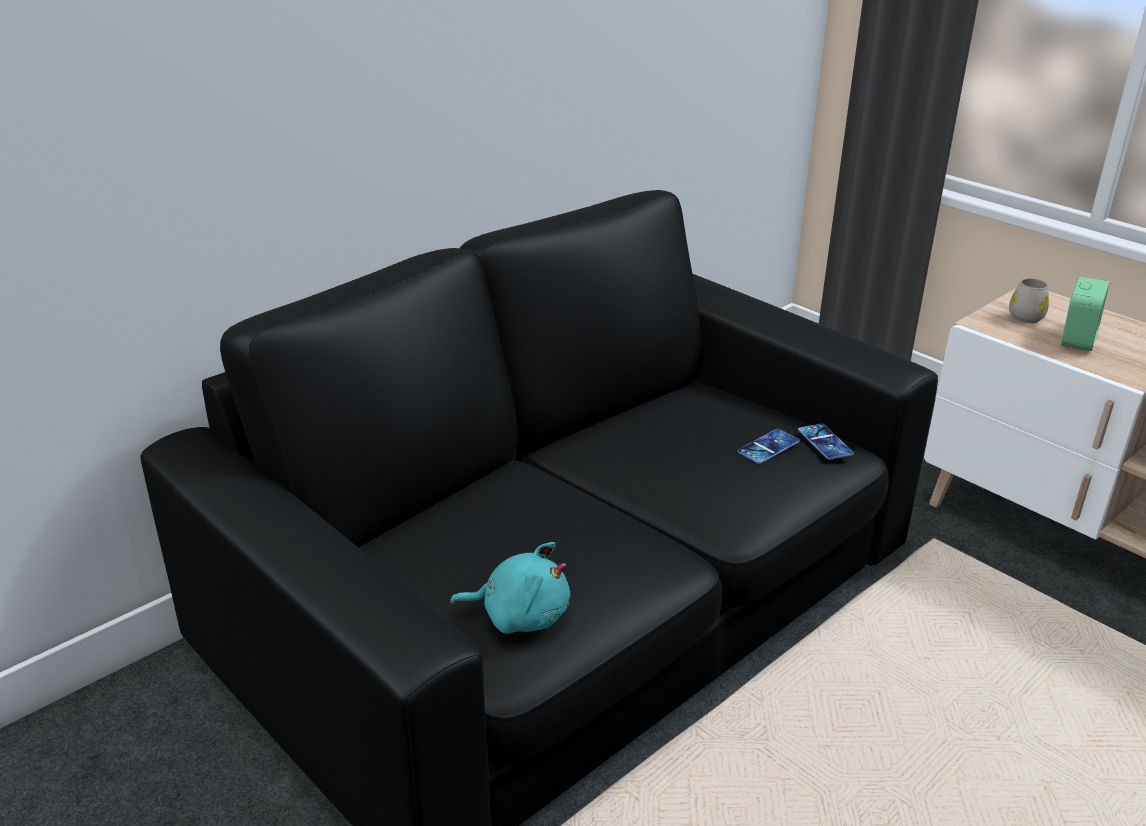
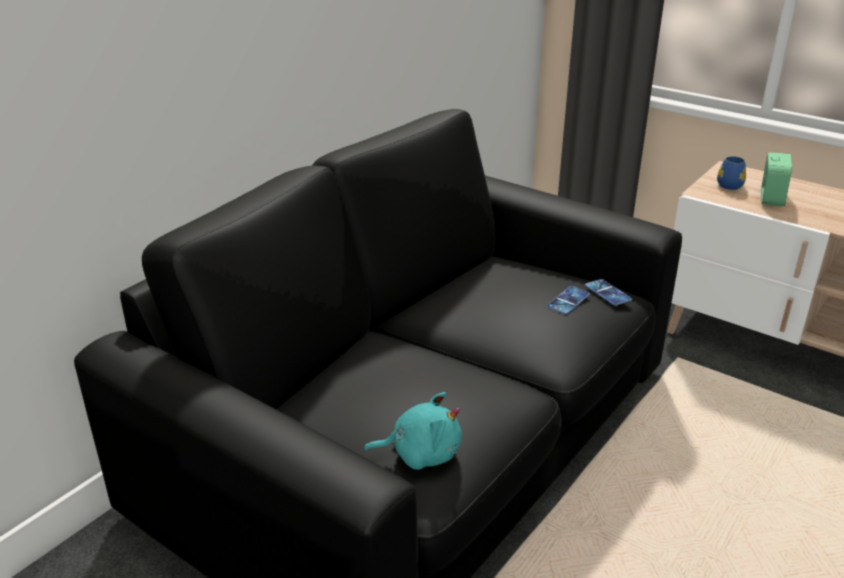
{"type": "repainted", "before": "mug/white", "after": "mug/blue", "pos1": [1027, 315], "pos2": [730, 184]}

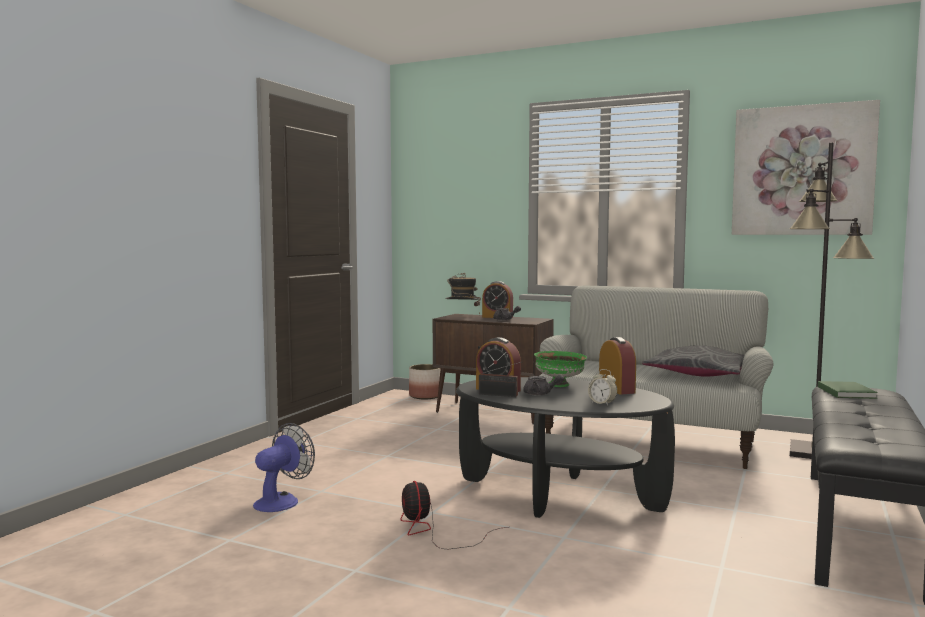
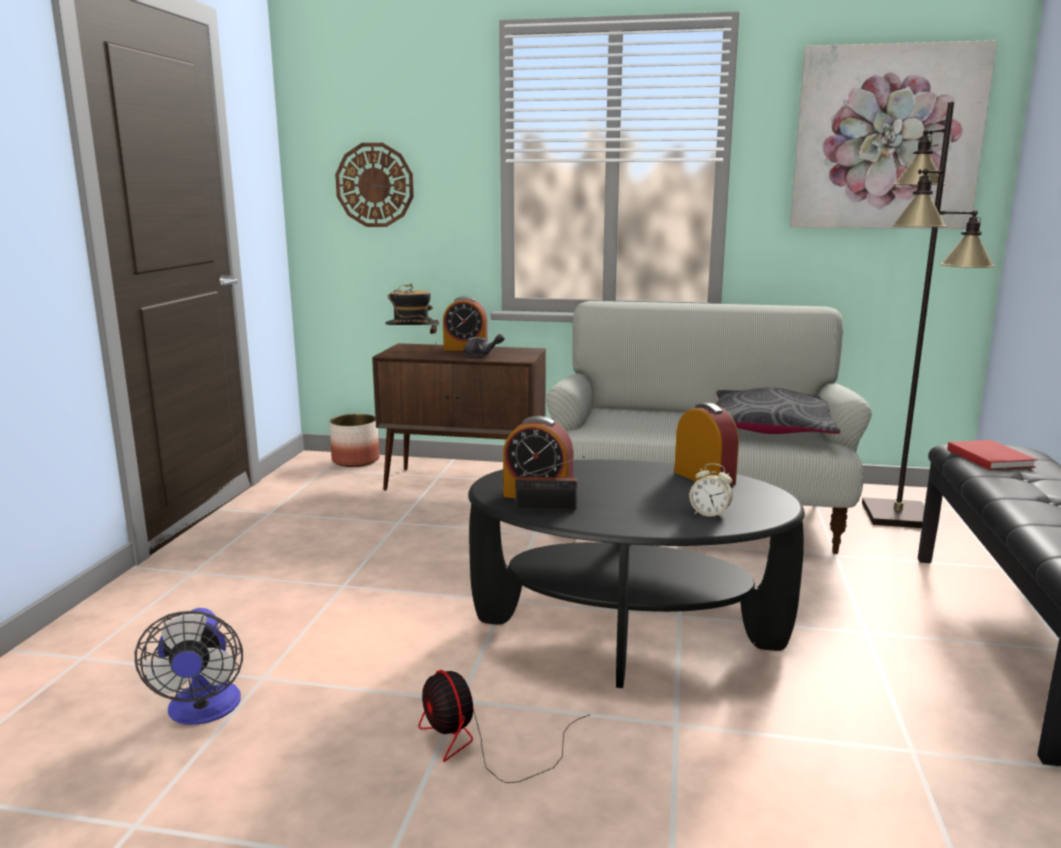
{"type": "gone", "before": "teapot/grey", "pos1": [541, 394]}
{"type": "gone", "before": "bowl/green", "pos1": [559, 385]}
{"type": "new", "after": "wall clock", "pos2": [375, 185]}
{"type": "repainted", "before": "book/green", "after": "book/red", "pos1": [846, 392], "pos2": [989, 457]}
{"type": "rotated", "before": "fan", "pos1": [282, 501], "pos2": [203, 711], "turn": 150}

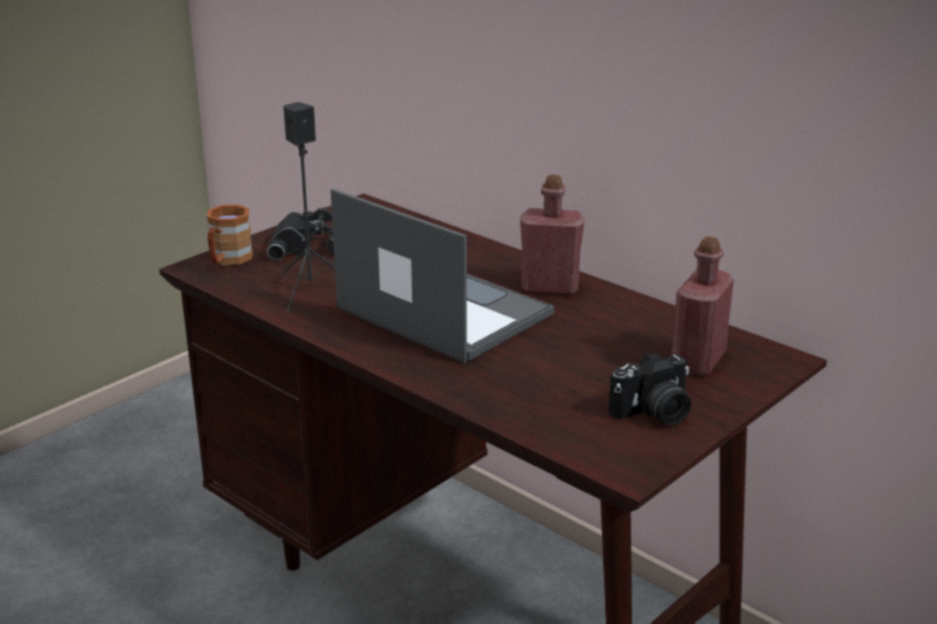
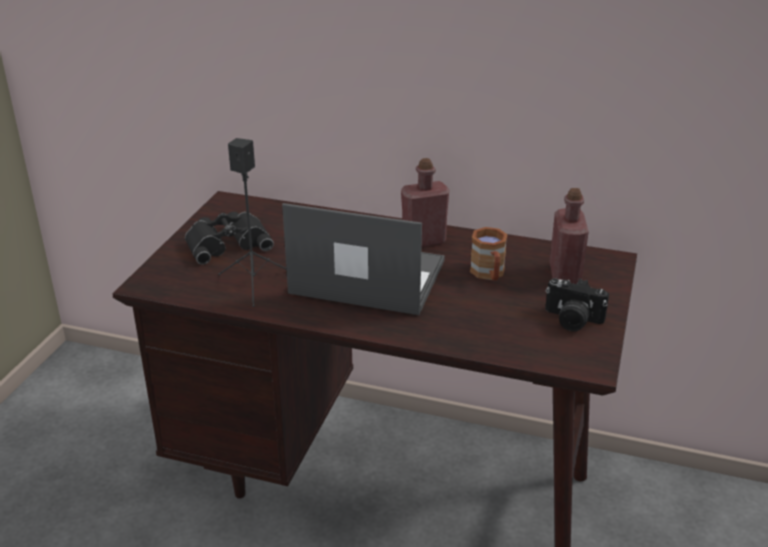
{"type": "shifted", "before": "mug/brown", "pos1": [227, 260], "pos2": [489, 274]}
{"type": "rotated", "before": "photo camera", "pos1": [654, 413], "pos2": [572, 320], "turn": 75}

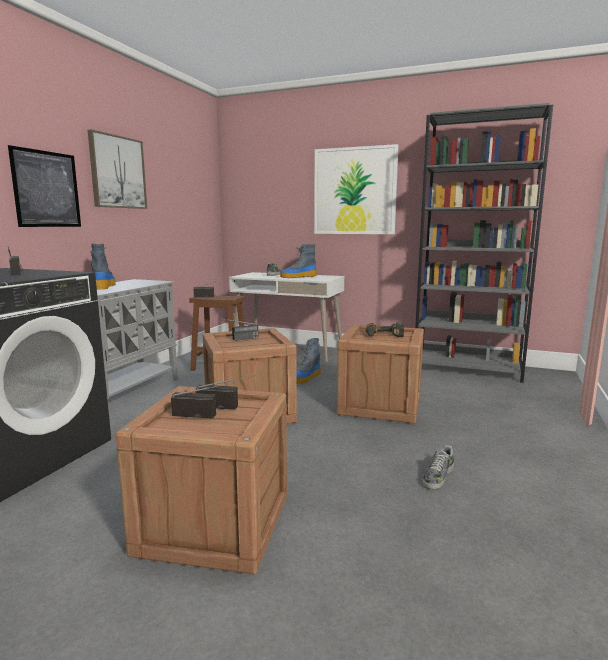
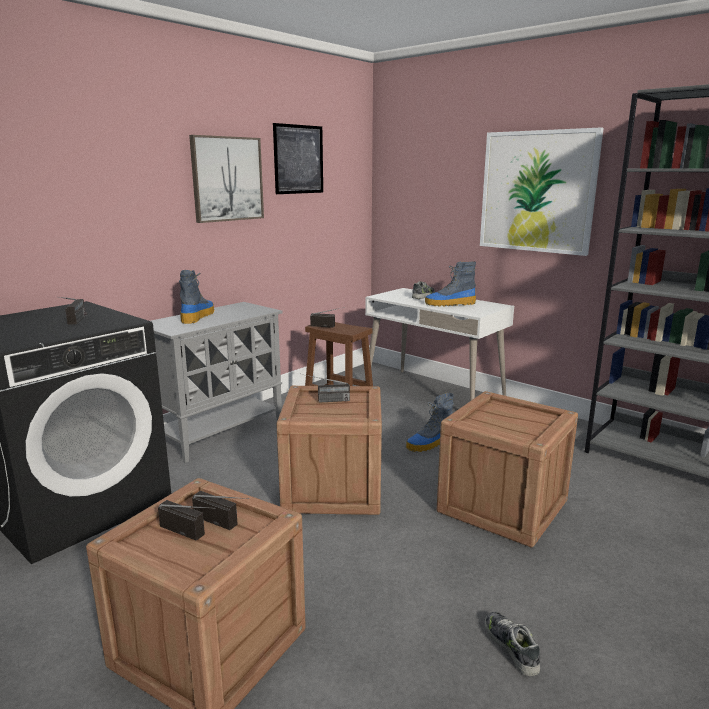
{"type": "gone", "before": "power drill", "pos1": [384, 336]}
{"type": "shifted", "before": "picture", "pos1": [46, 189], "pos2": [298, 159]}
{"type": "rotated", "before": "shoe", "pos1": [437, 476], "pos2": [511, 647], "turn": 105}

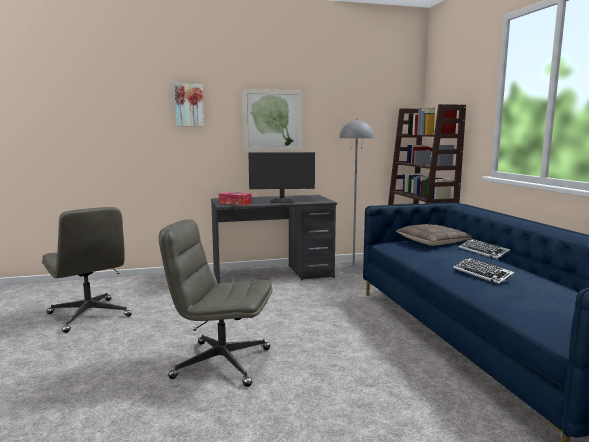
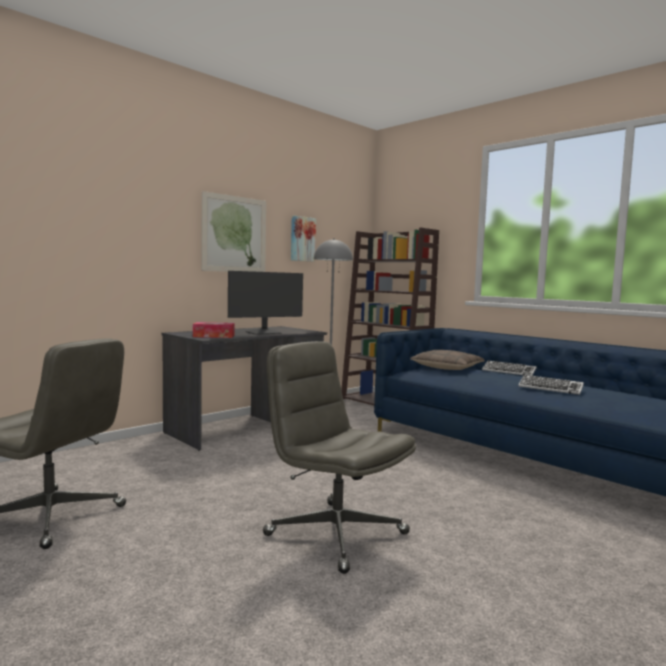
{"type": "shifted", "before": "picture", "pos1": [189, 105], "pos2": [302, 239]}
{"type": "rotated", "before": "office chair/grey", "pos1": [221, 363], "pos2": [335, 534], "turn": 60}

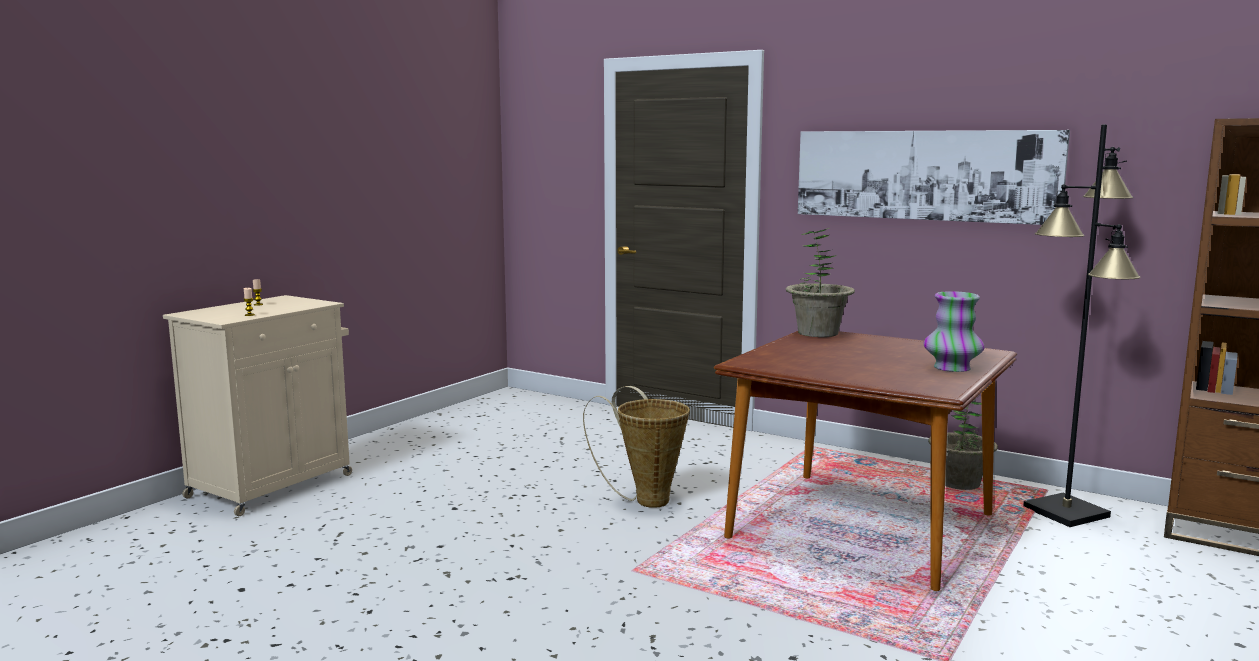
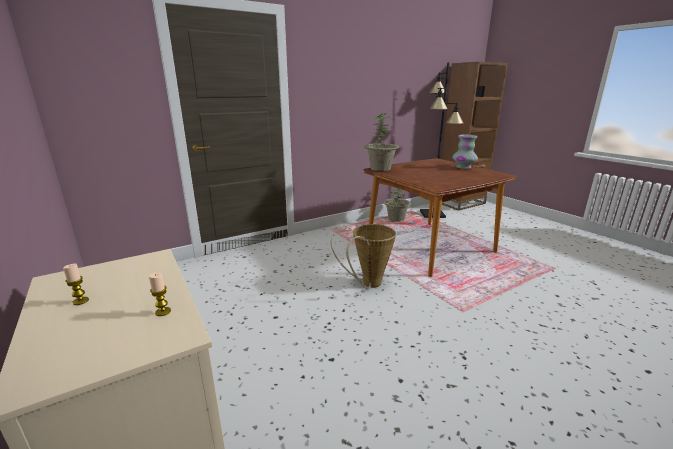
{"type": "gone", "before": "picture", "pos1": [923, 175]}

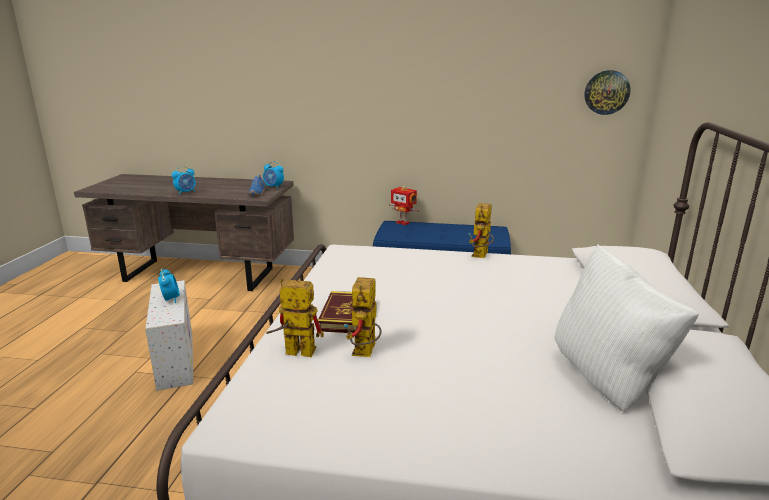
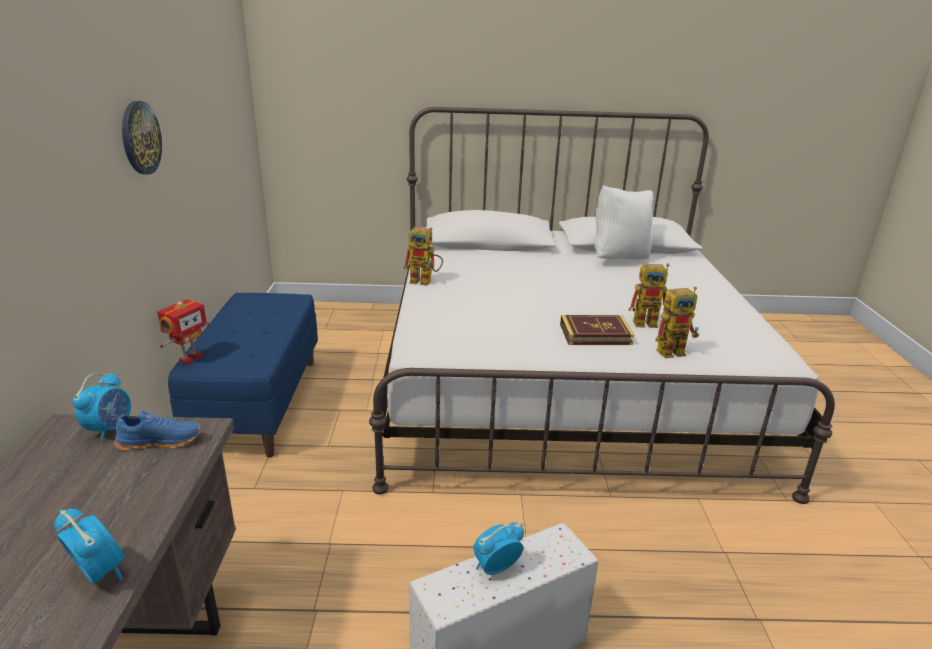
{"type": "shifted", "before": "wall clock", "pos1": [606, 92], "pos2": [140, 138]}
{"type": "rotated", "before": "toy robot", "pos1": [293, 352], "pos2": [675, 351], "turn": -105}

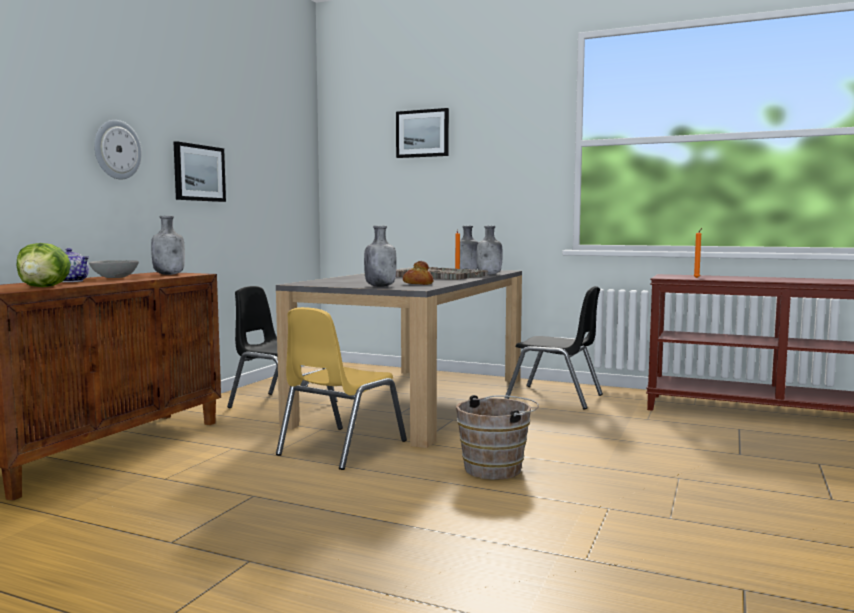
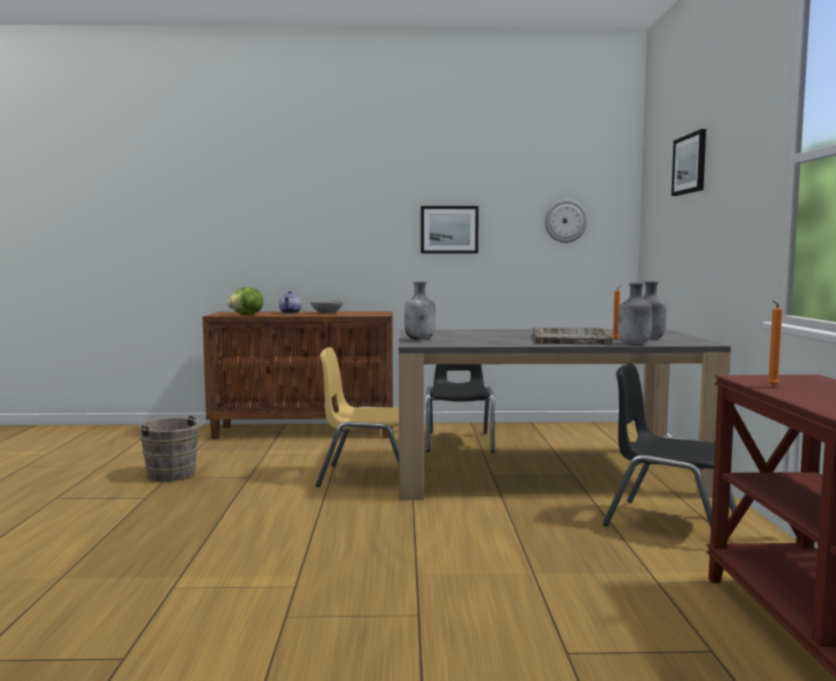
{"type": "gone", "before": "bottle/grey", "pos1": [169, 274]}
{"type": "gone", "before": "bread", "pos1": [417, 284]}
{"type": "shifted", "before": "wall clock", "pos1": [117, 149], "pos2": [565, 221]}
{"type": "shifted", "before": "bucket/brown", "pos1": [497, 468], "pos2": [173, 475]}
{"type": "rotated", "before": "chair/black", "pos1": [555, 397], "pos2": [670, 523], "turn": 120}

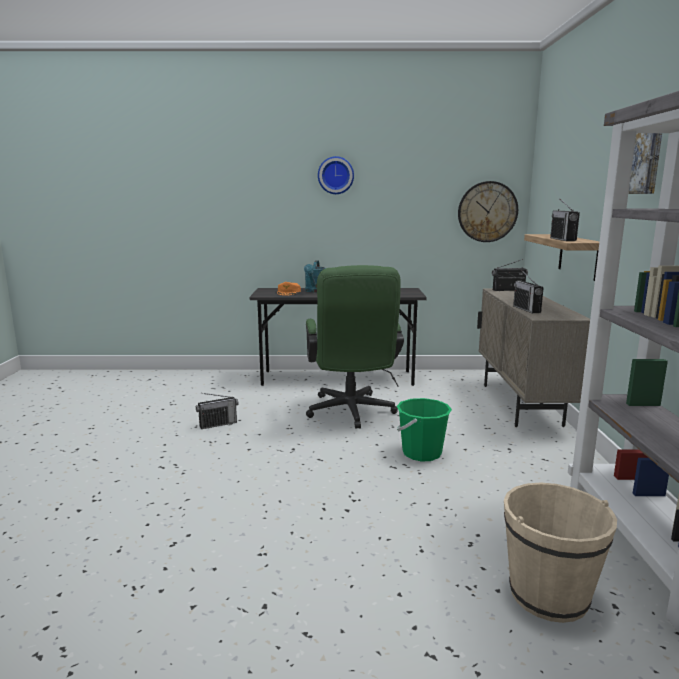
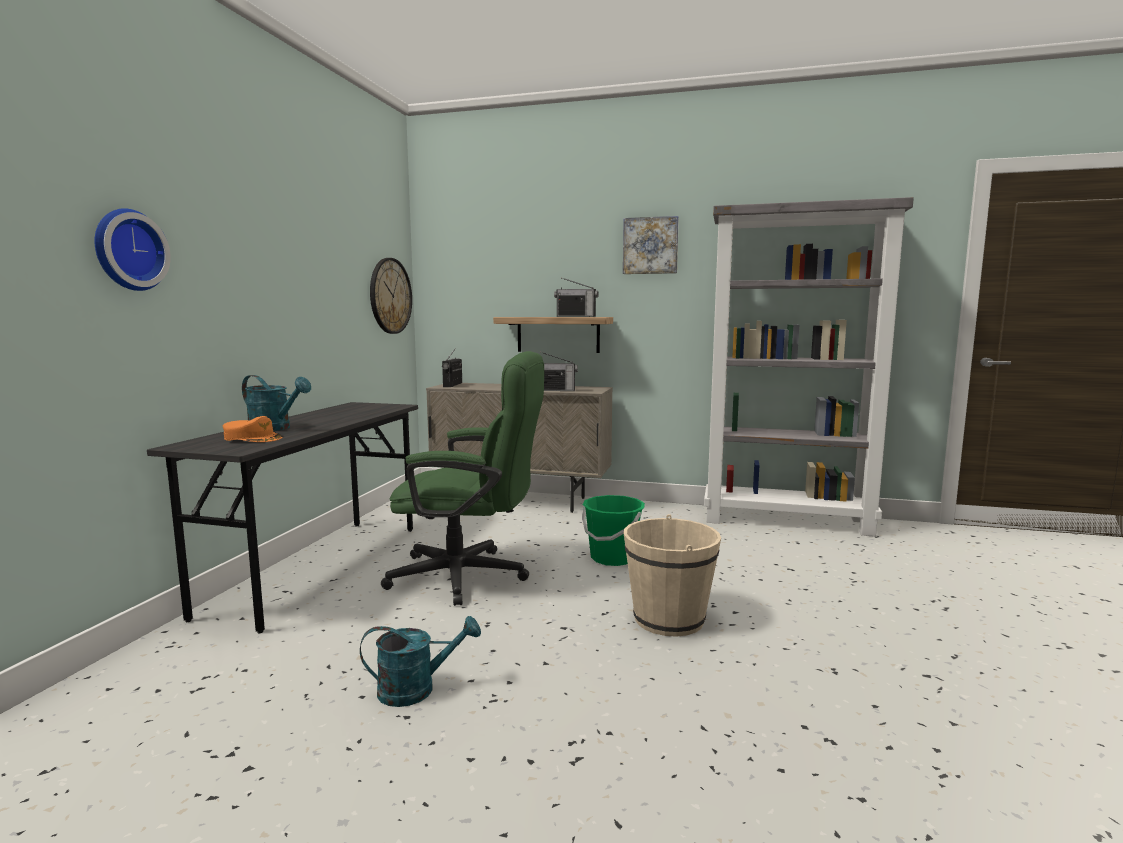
{"type": "shifted", "before": "wall clock", "pos1": [335, 175], "pos2": [127, 250]}
{"type": "shifted", "before": "bucket/beige", "pos1": [548, 595], "pos2": [668, 619]}
{"type": "swapped", "before": "radio", "after": "watering can/turquoise", "pos1": [218, 424], "pos2": [417, 689]}

